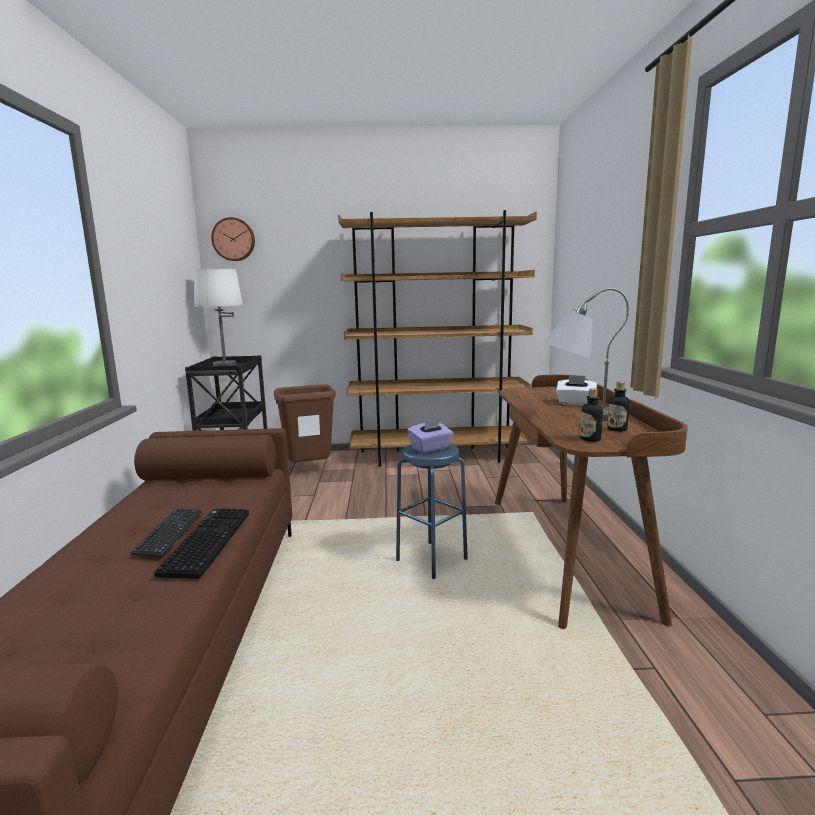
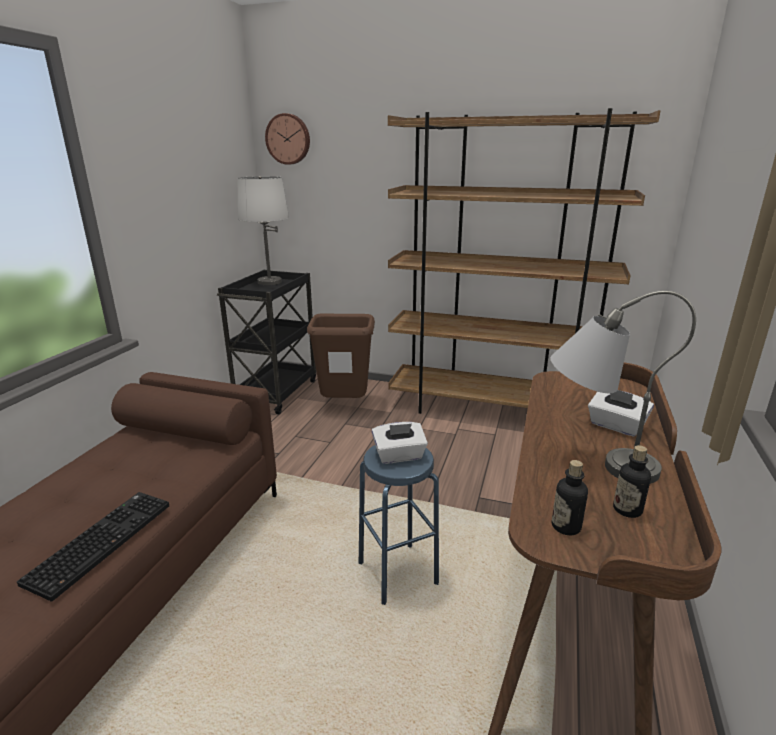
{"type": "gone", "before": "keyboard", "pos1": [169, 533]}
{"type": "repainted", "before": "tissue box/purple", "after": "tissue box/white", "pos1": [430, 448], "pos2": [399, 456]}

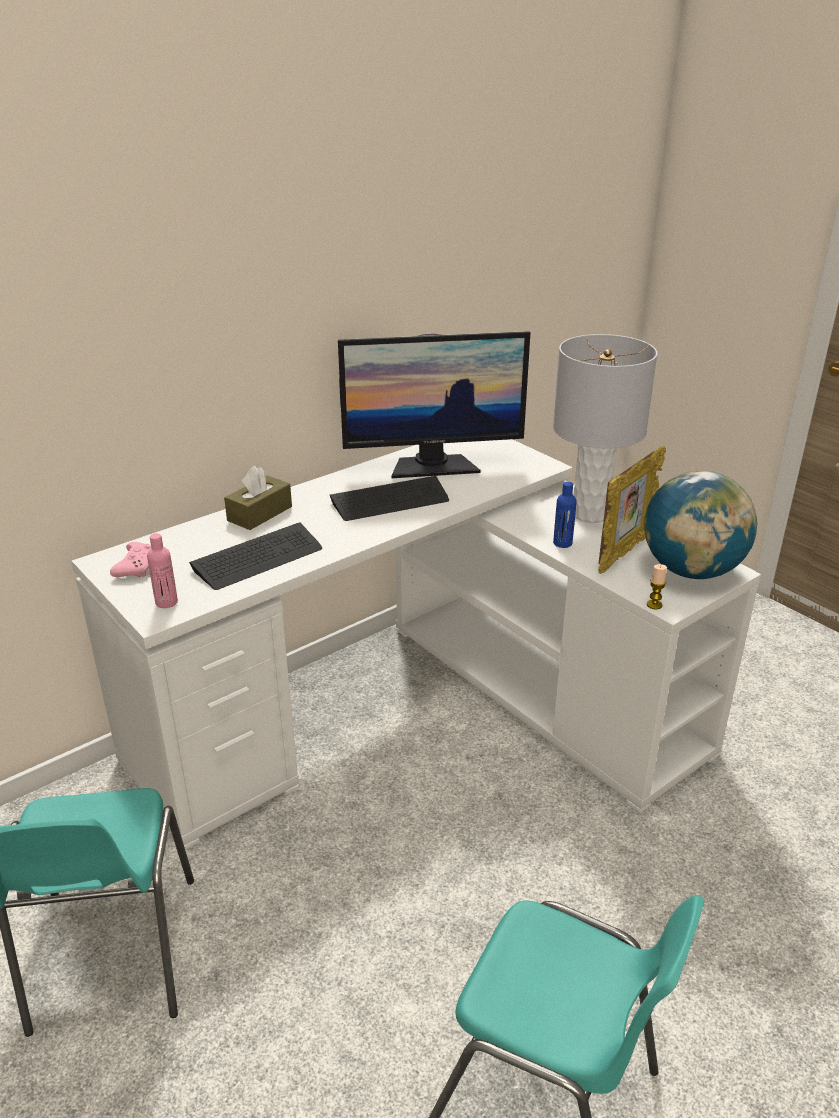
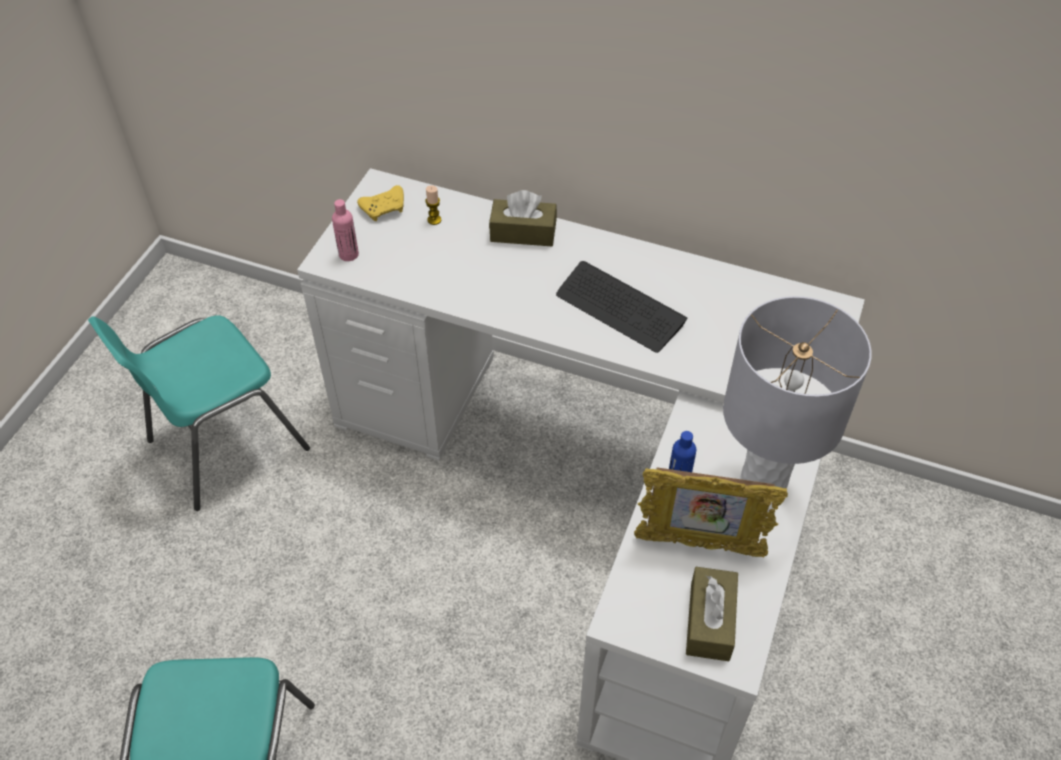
{"type": "gone", "before": "keyboard", "pos1": [258, 558]}
{"type": "gone", "before": "monitor", "pos1": [432, 465]}
{"type": "shifted", "before": "candle", "pos1": [654, 605], "pos2": [434, 220]}
{"type": "swapped", "before": "globe", "after": "tissue box/brown", "pos1": [691, 570], "pos2": [709, 621]}
{"type": "repainted", "before": "game controller/pink", "after": "game controller/yellow", "pos1": [136, 567], "pos2": [385, 208]}

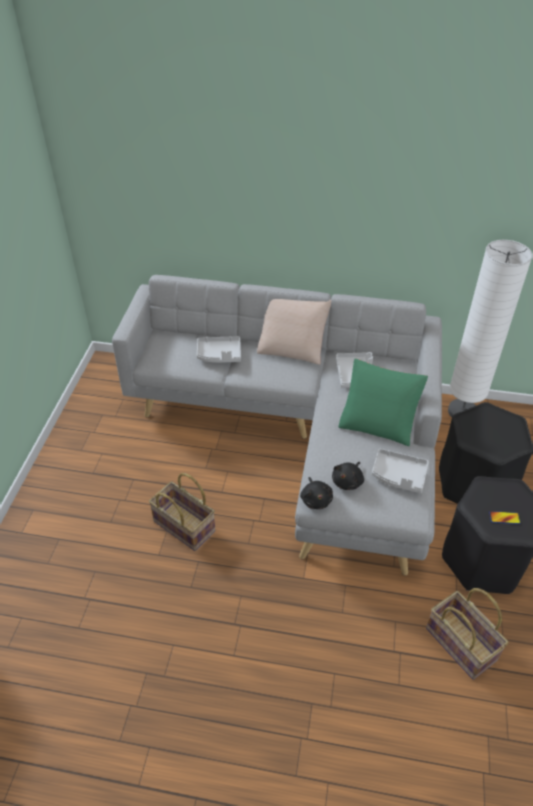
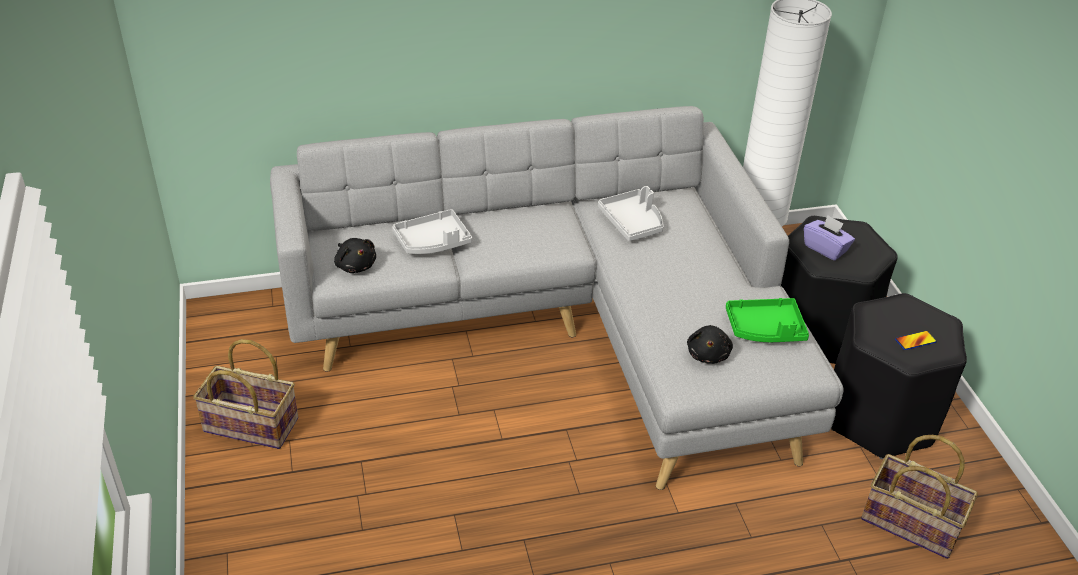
{"type": "gone", "before": "pillow/beige", "pos1": [292, 347]}
{"type": "gone", "before": "pillow/green", "pos1": [378, 422]}
{"type": "new", "after": "tissue box/purple", "pos2": [825, 248]}
{"type": "shifted", "before": "basket", "pos1": [183, 526], "pos2": [250, 426]}
{"type": "shifted", "before": "plush toy/black", "pos1": [316, 499], "pos2": [355, 265]}
{"type": "repainted", "before": "tray/grey", "after": "tray/green", "pos1": [398, 476], "pos2": [765, 329]}

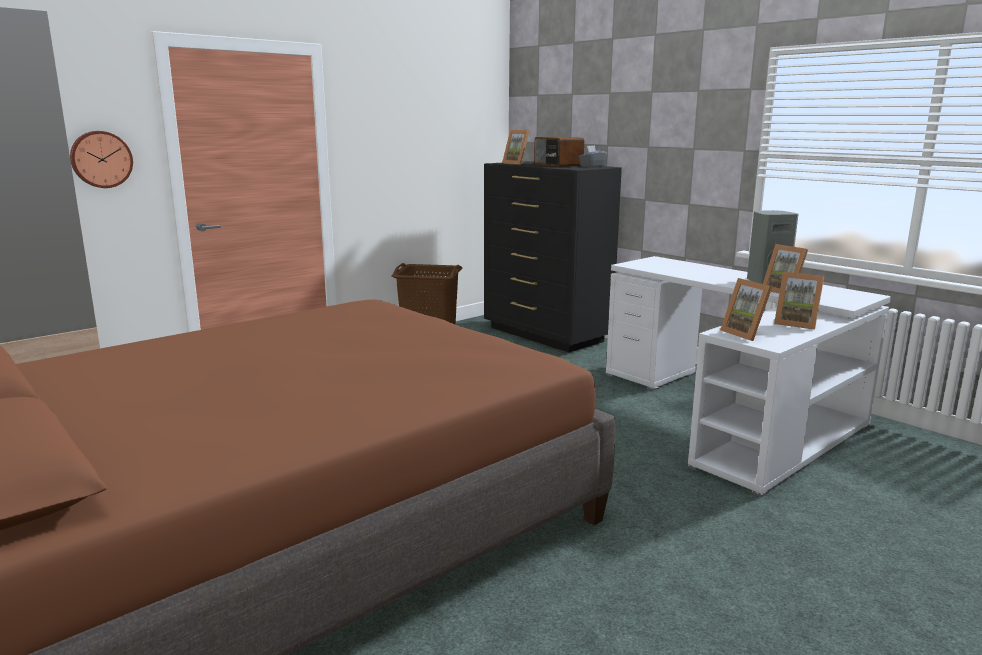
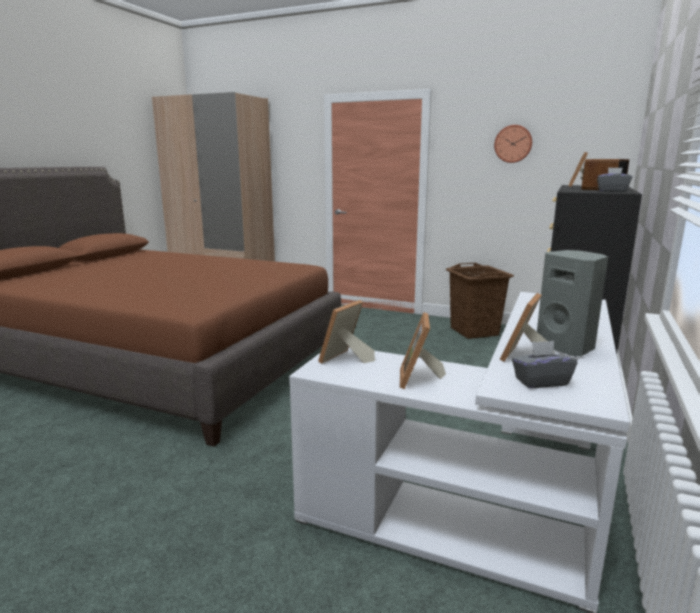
{"type": "new", "after": "tissue box/grey", "pos2": [541, 382]}
{"type": "shifted", "before": "wall clock", "pos1": [101, 159], "pos2": [513, 144]}

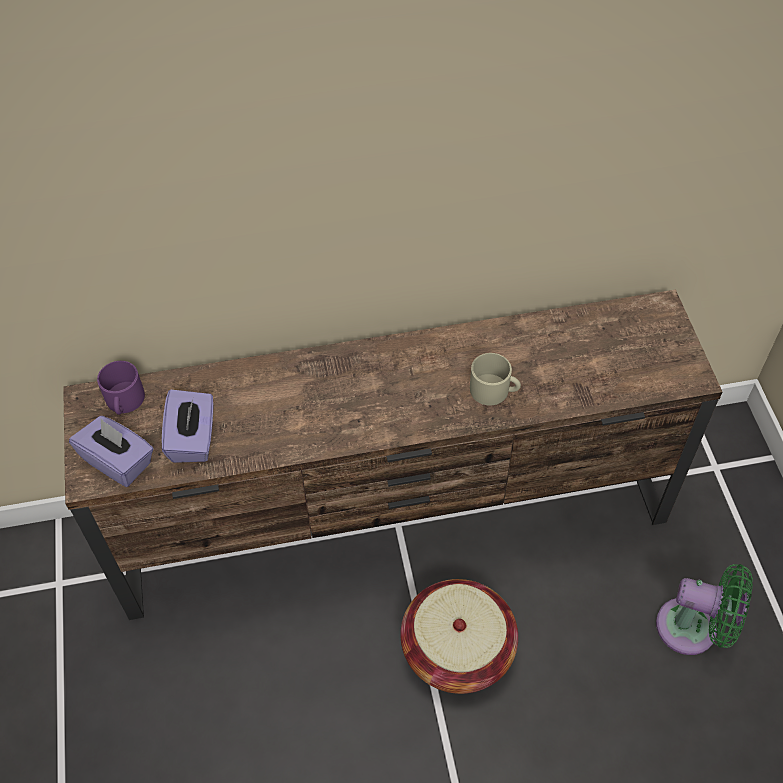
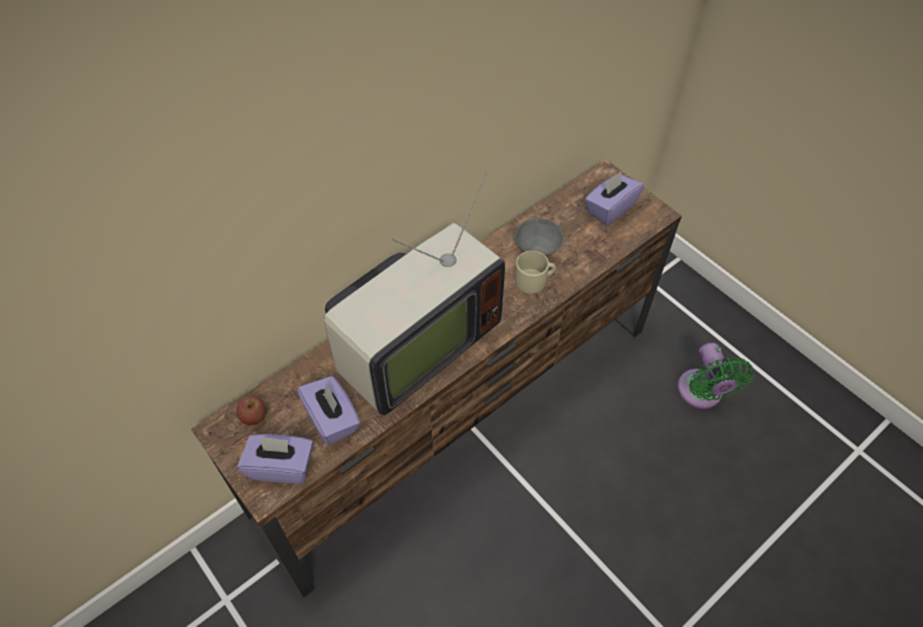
{"type": "gone", "before": "basket", "pos1": [457, 648]}
{"type": "new", "after": "television", "pos2": [413, 347]}
{"type": "new", "after": "bowl/grey", "pos2": [537, 245]}
{"type": "new", "after": "tissue box/purple", "pos2": [610, 208]}
{"type": "swapped", "before": "mug/purple", "after": "apple", "pos1": [124, 401], "pos2": [254, 416]}
{"type": "rotated", "before": "fan/green", "pos1": [693, 629], "pos2": [701, 394], "turn": 90}

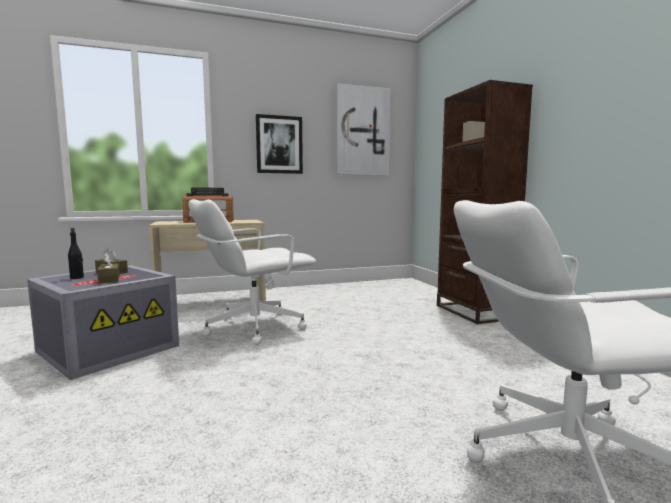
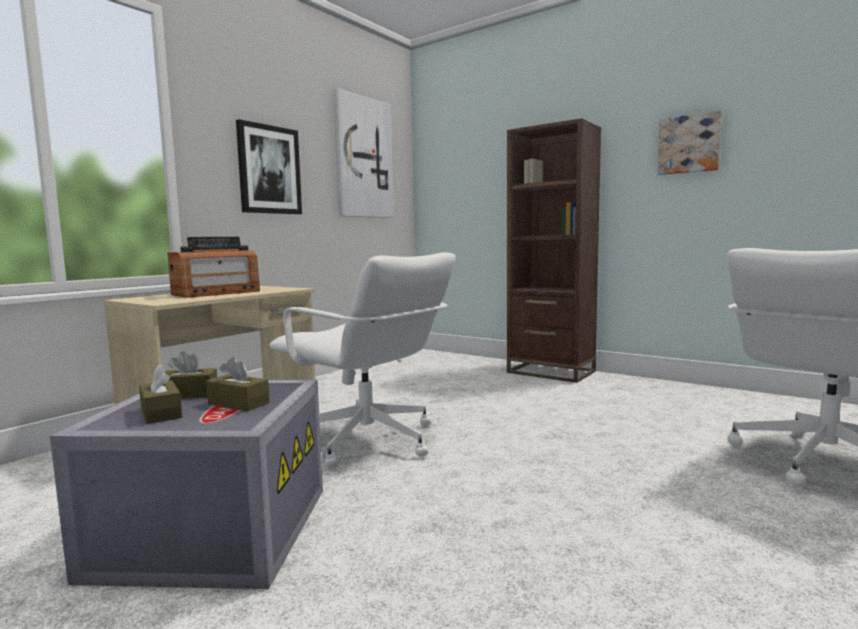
{"type": "new", "after": "picture", "pos2": [689, 144]}
{"type": "swapped", "before": "bottle/black", "after": "tissue box/brown", "pos1": [77, 277], "pos2": [161, 413]}
{"type": "rotated", "before": "office chair/white", "pos1": [253, 327], "pos2": [368, 441], "turn": -75}

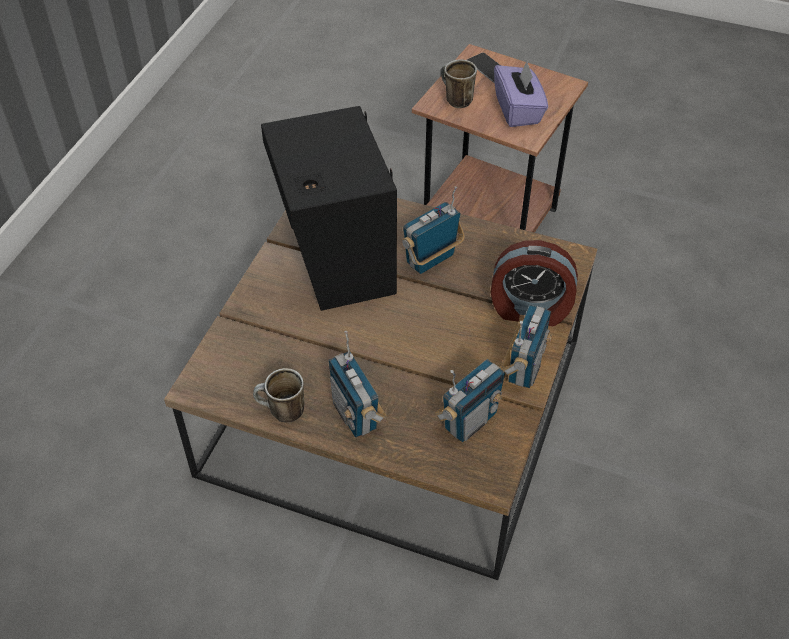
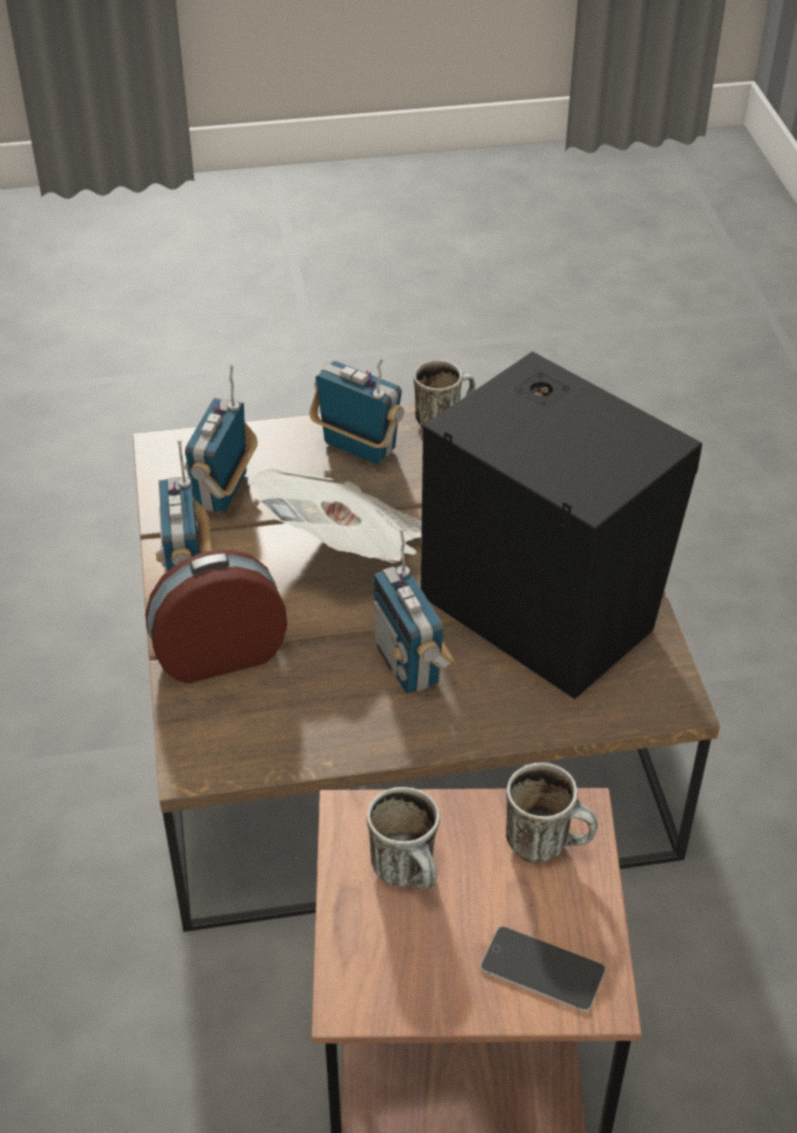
{"type": "new", "after": "newspaper", "pos2": [347, 549]}
{"type": "swapped", "before": "tissue box/purple", "after": "mug", "pos1": [518, 110], "pos2": [410, 874]}
{"type": "rotated", "before": "radio", "pos1": [431, 260], "pos2": [409, 664], "turn": 135}

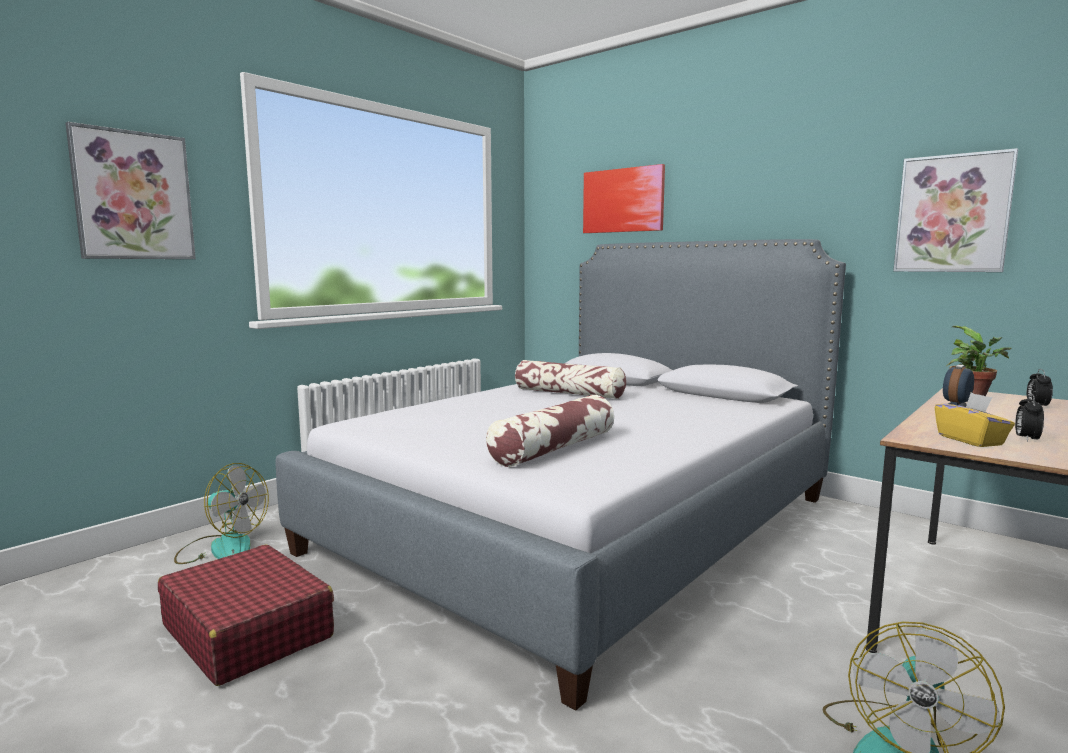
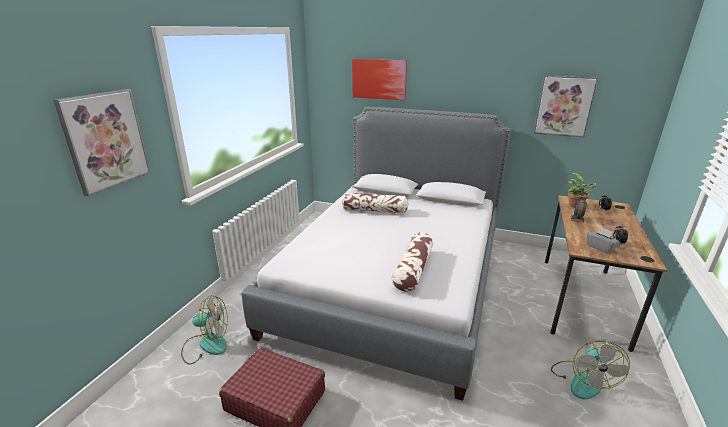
{"type": "repainted", "before": "tissue box/yellow", "after": "tissue box/grey", "pos1": [970, 440], "pos2": [600, 248]}

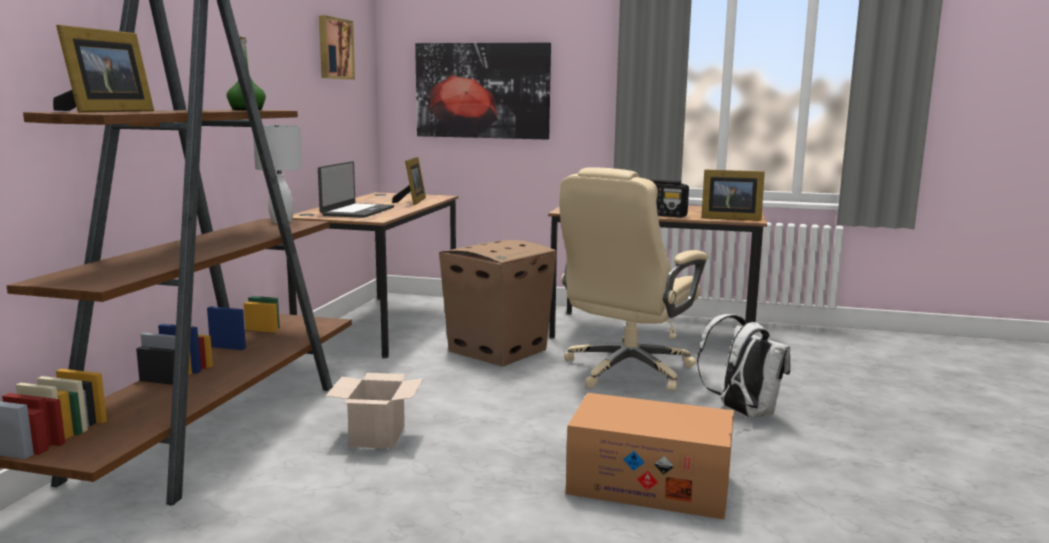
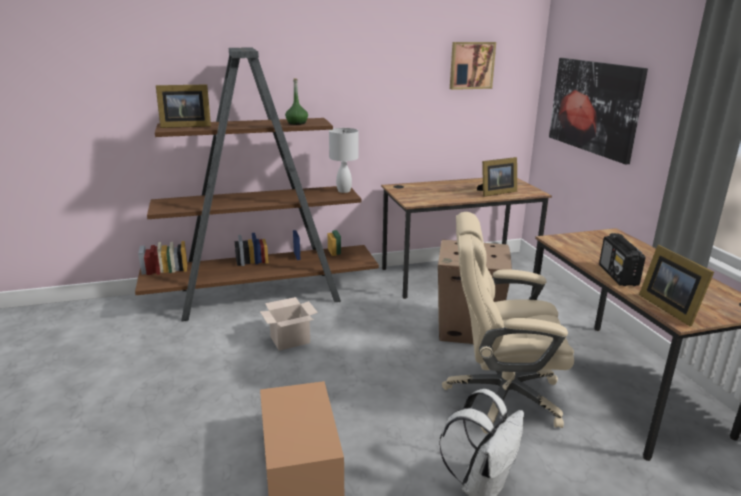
{"type": "gone", "before": "laptop", "pos1": [357, 211]}

